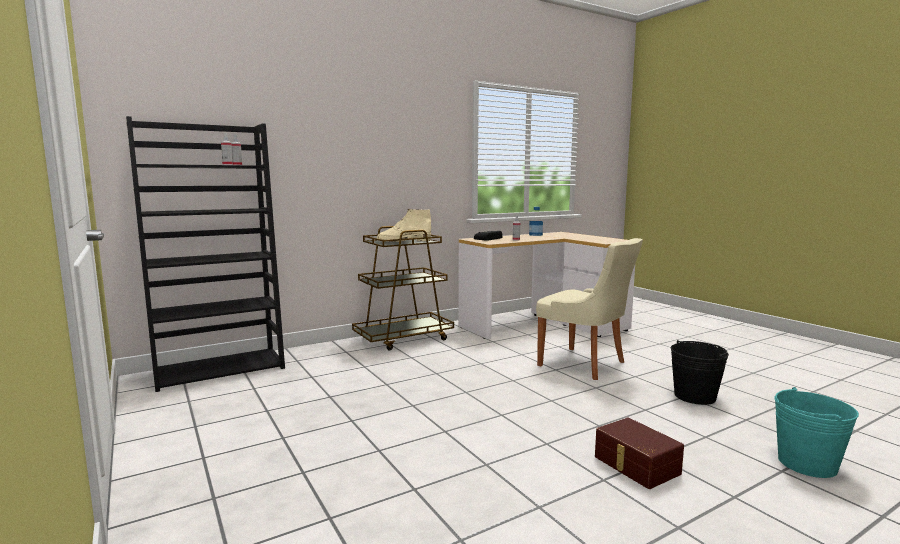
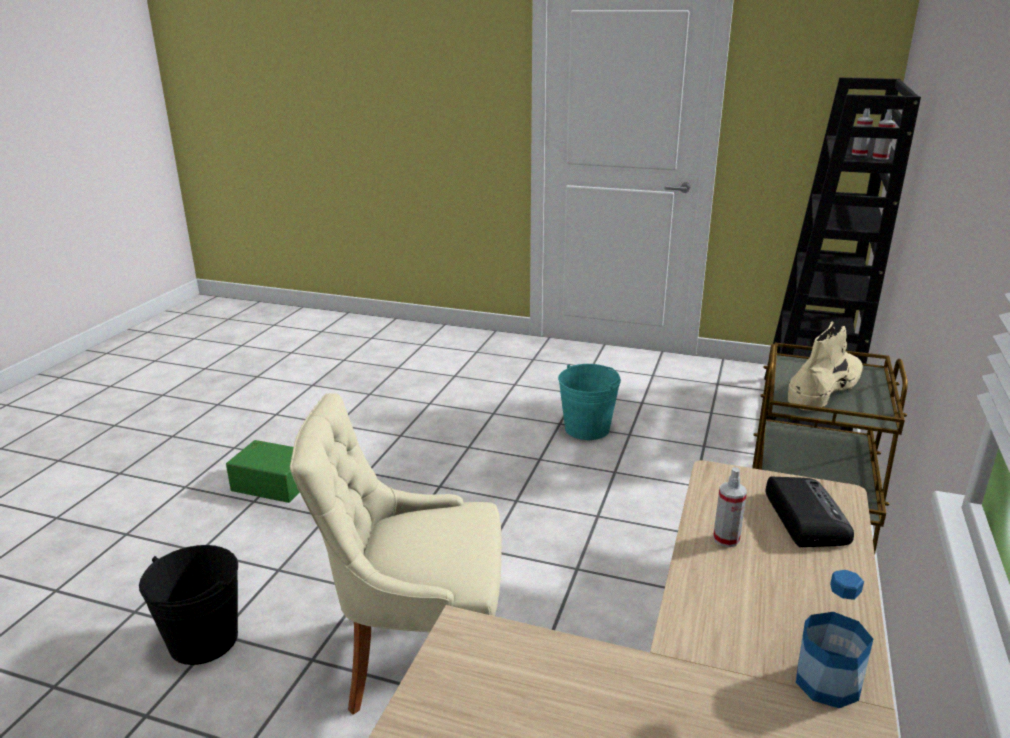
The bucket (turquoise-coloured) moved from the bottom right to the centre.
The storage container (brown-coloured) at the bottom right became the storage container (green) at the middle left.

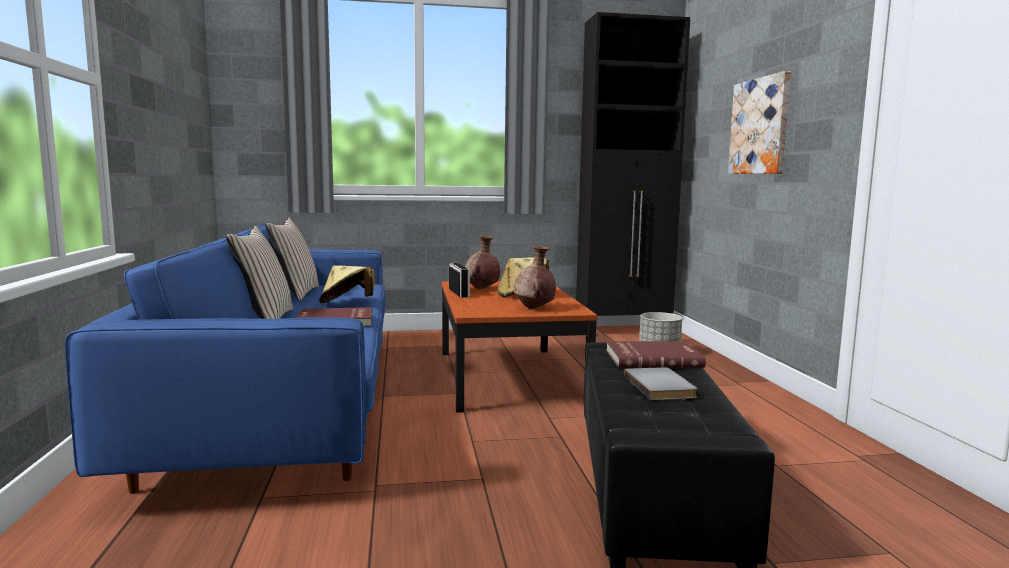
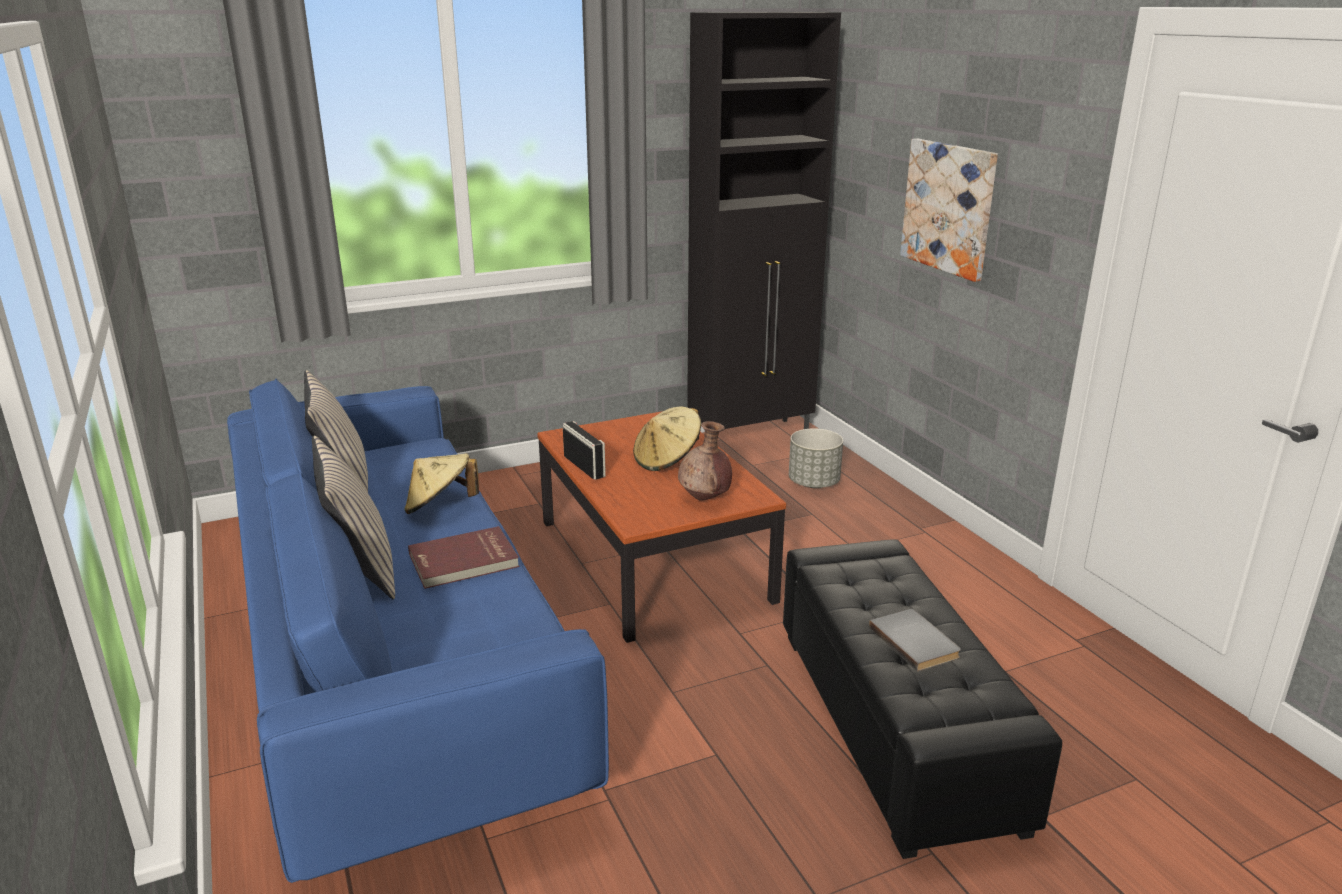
The flower vase (brown-coloured) (1st from left) at the centre disappeared.
The book (red) (2nd from left) at the centre disappeared.

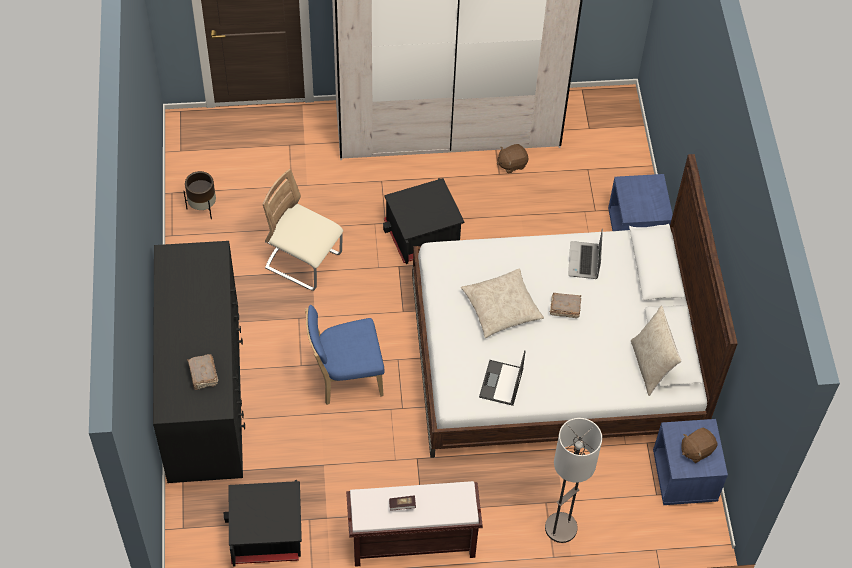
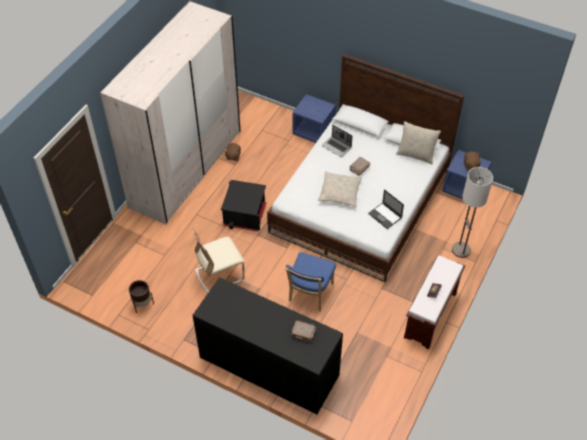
The storage container (black) (1st from left) at the bottom left disappeared.

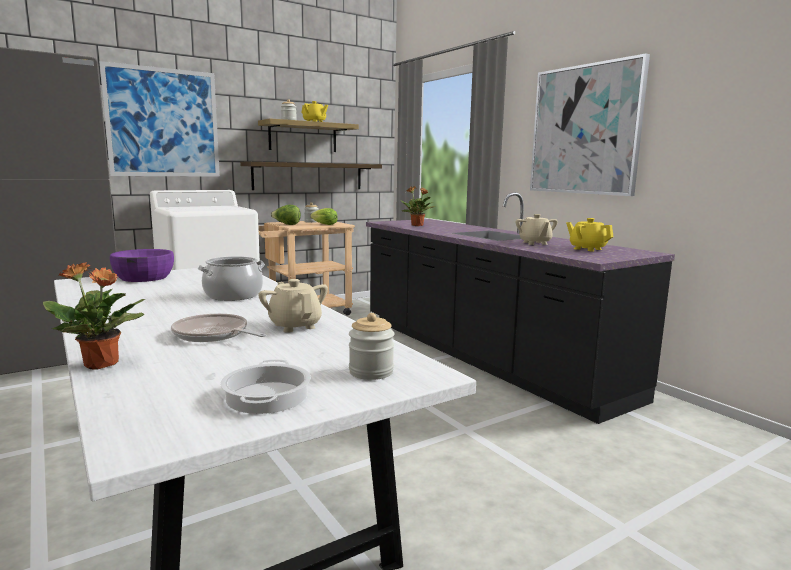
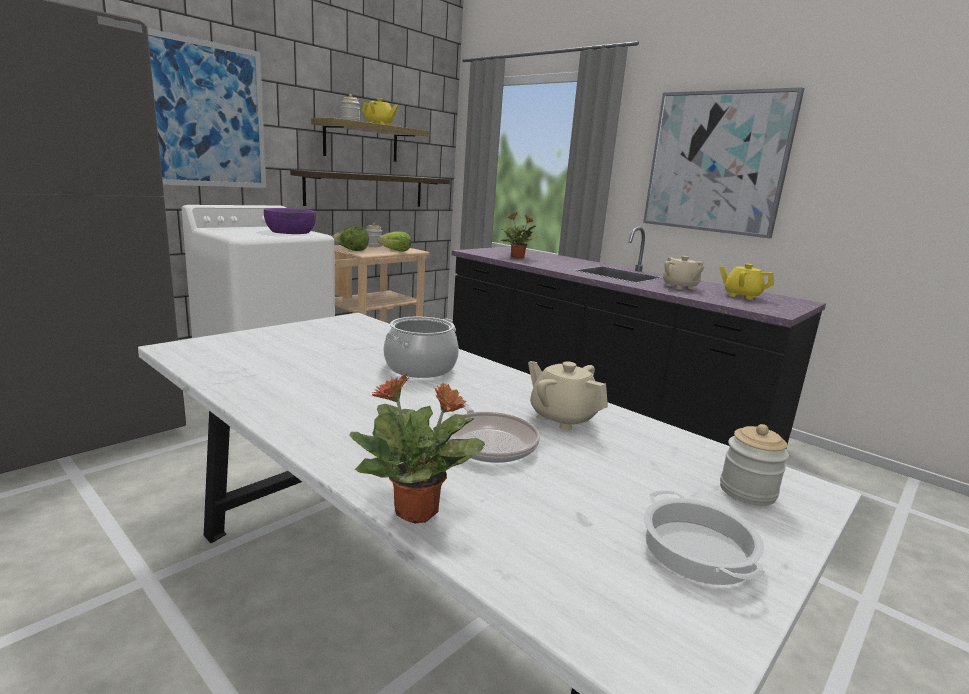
The deep dish (purple) moved from the middle left to the top left.
The pan at the middle left turned 135 degrees counterclockwise.

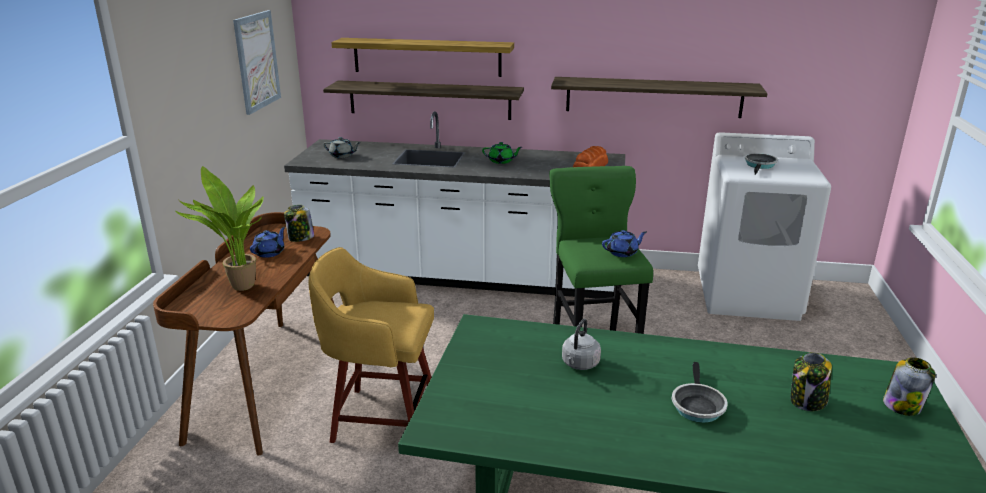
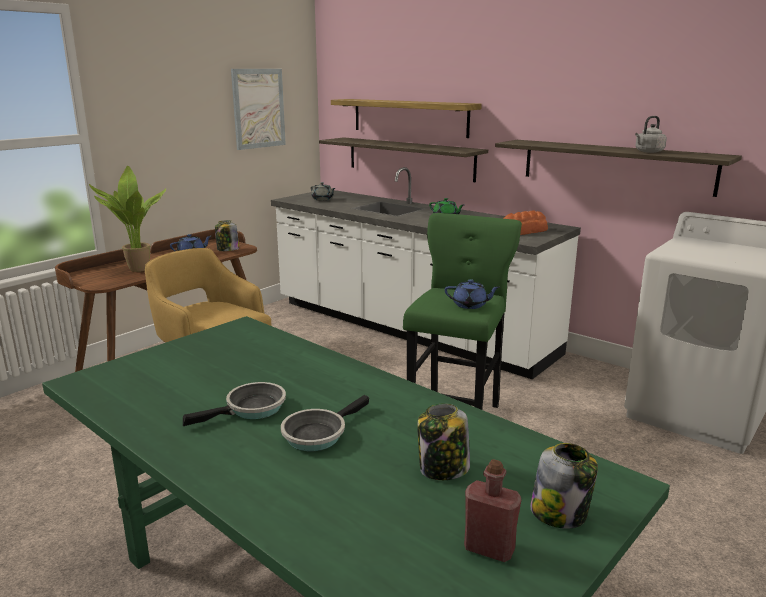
The beverage bottle (red) at the bottom centre appeared.
The kettle (gray) moved from the bottom centre to the top right.
The pan (2nd from left in the first image) moved from the top right to the bottom left.

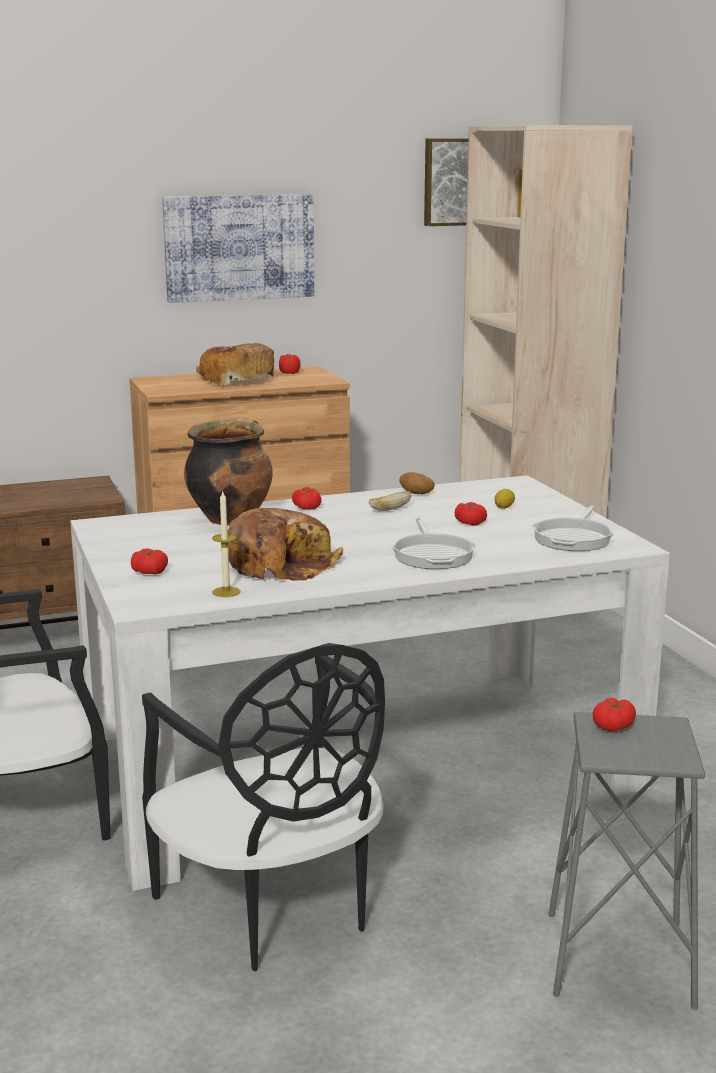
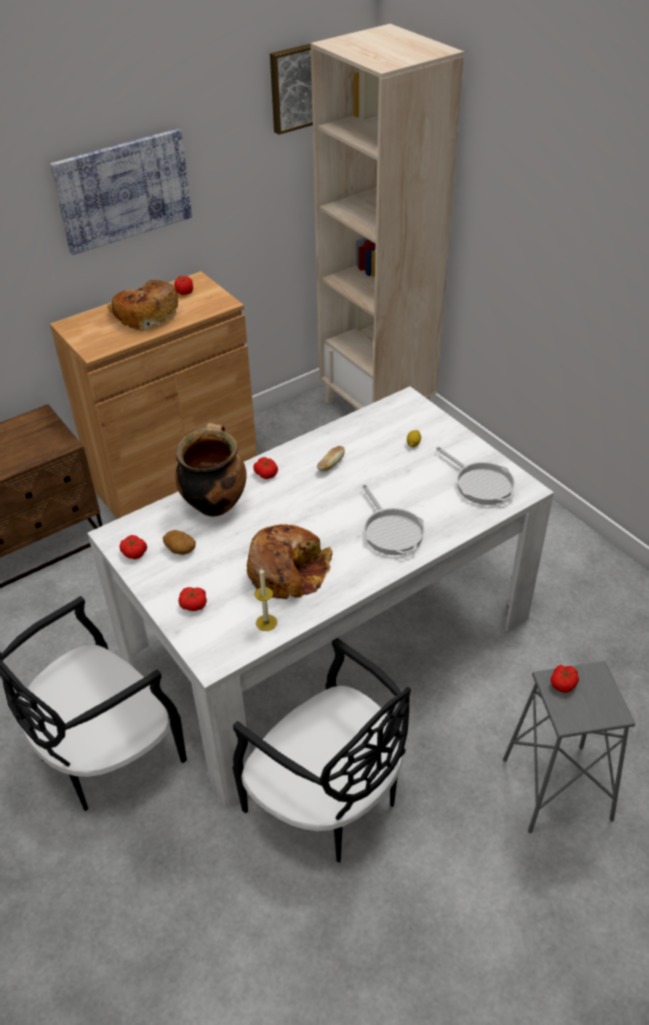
The whole potato moved from the centre to the middle left.
The tomato (4th from left in the first image) moved from the centre to the middle left.
The pan (2nd from left) at the middle right turned 45 degrees counterclockwise.

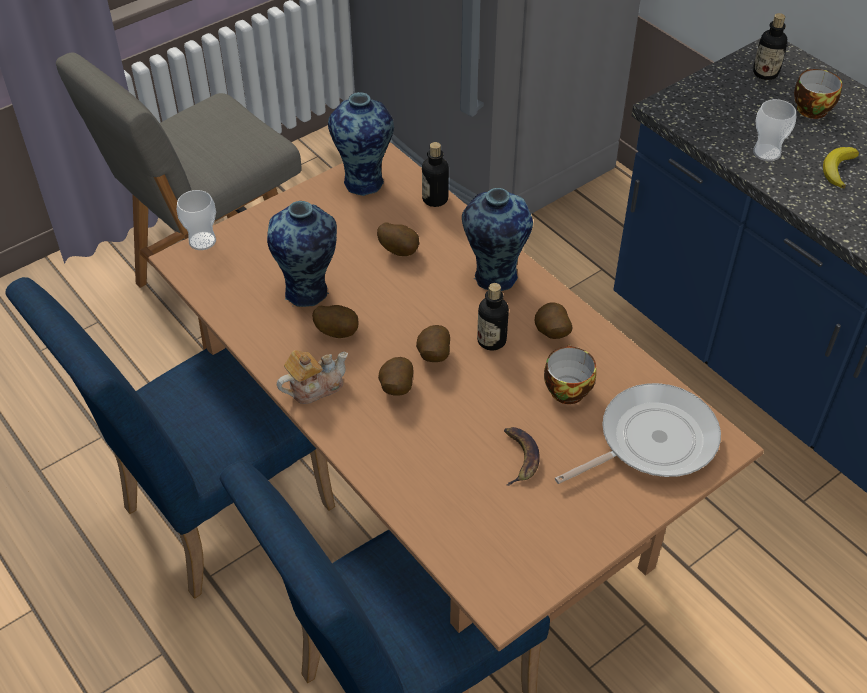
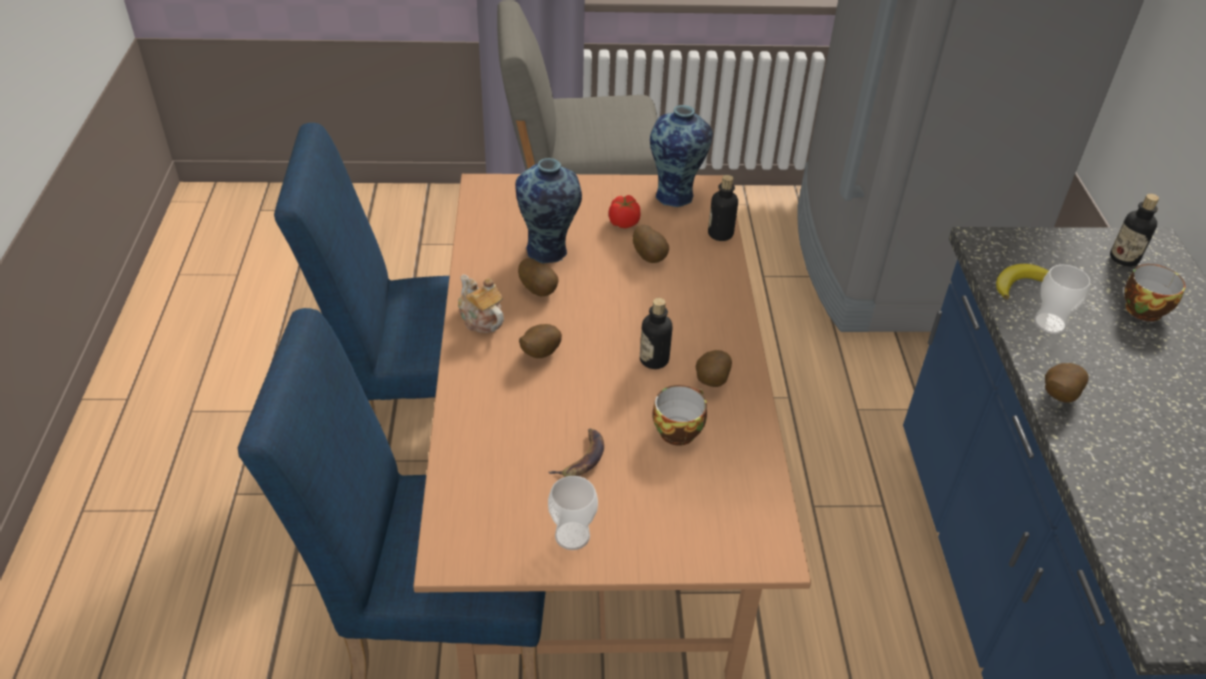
The flower vase (3rd from left) at the centre disappeared.
The pan at the middle right disappeared.
The tomato at the top centre appeared.
The cup (1st from left) moved from the top left to the bottom centre.
The whole potato (4th from left in the first image) moved from the centre to the middle right.
The banana fruit (2nd from left) moved from the top right to the middle right.
The teapot at the centre turned 135 degrees counterclockwise.

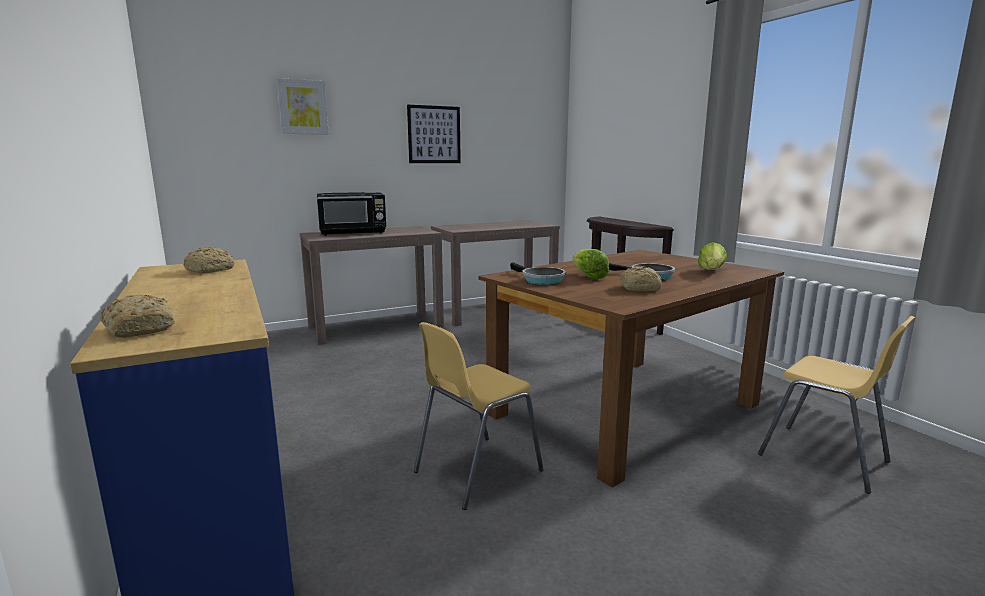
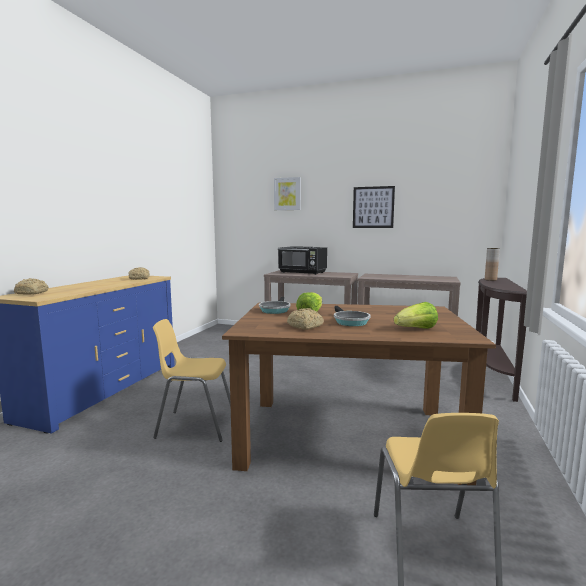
The flower vase (brown-coloured) at the middle right appeared.

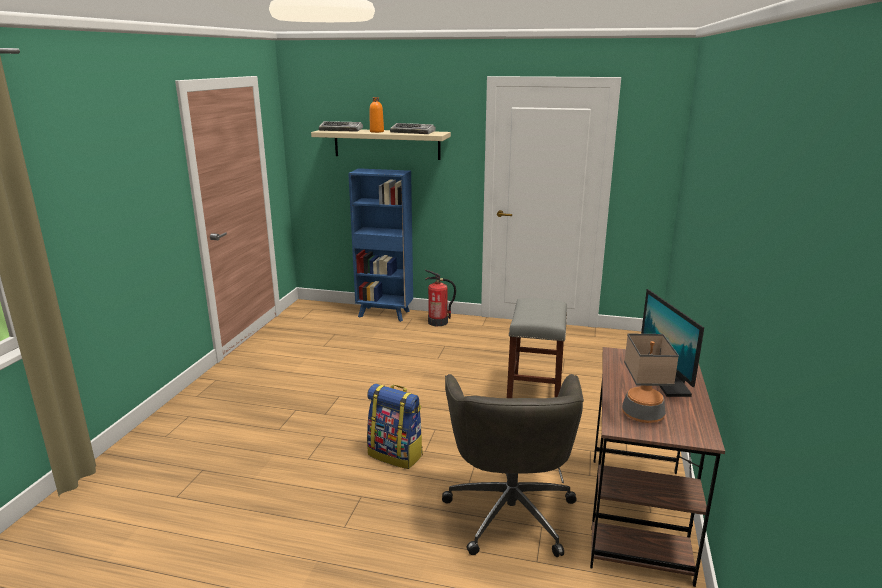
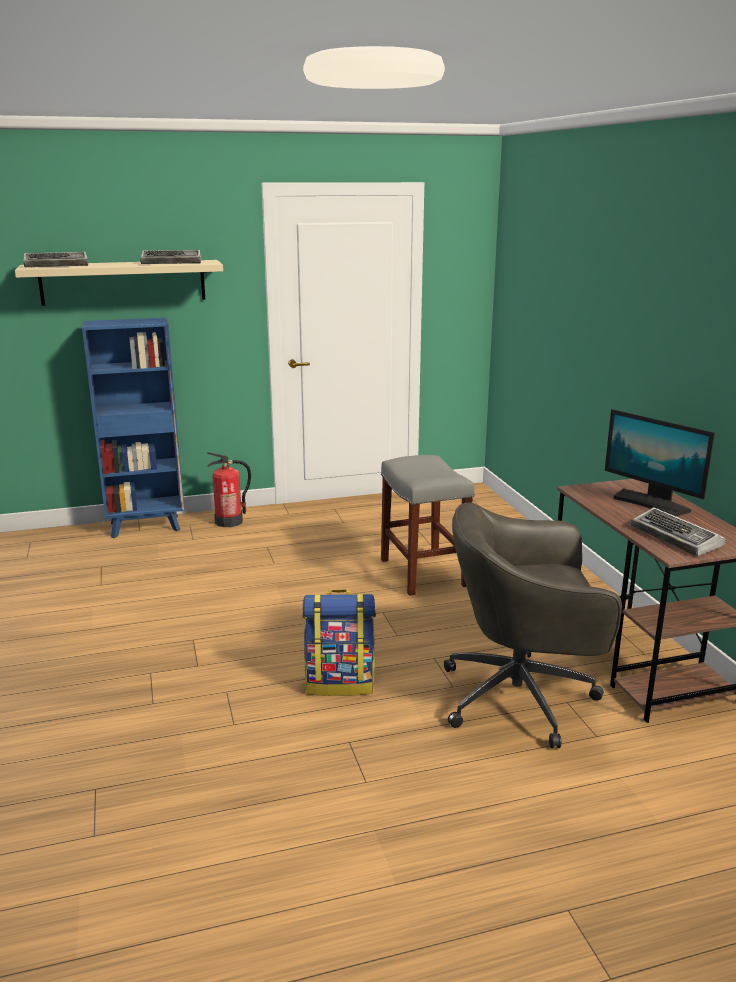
The beverage bottle (orange-coloured) at the top centre disappeared.
The table lamp at the middle right was replaced by the keyboard (3rd from left) at the middle right.
The desk chair (gray) at the bottom centre turned 120 degrees clockwise.

